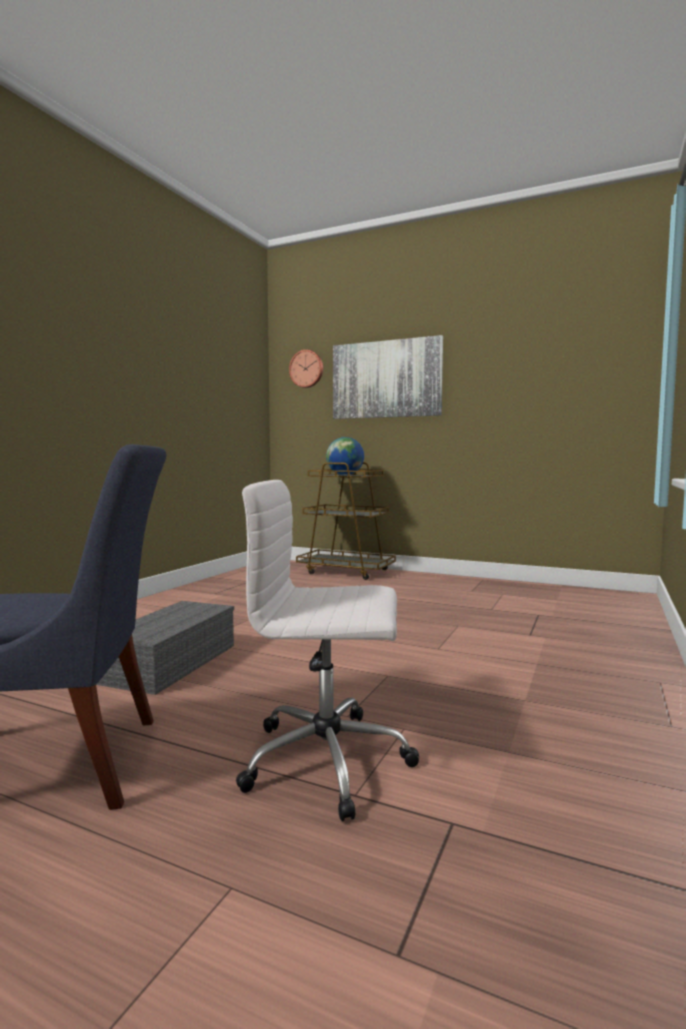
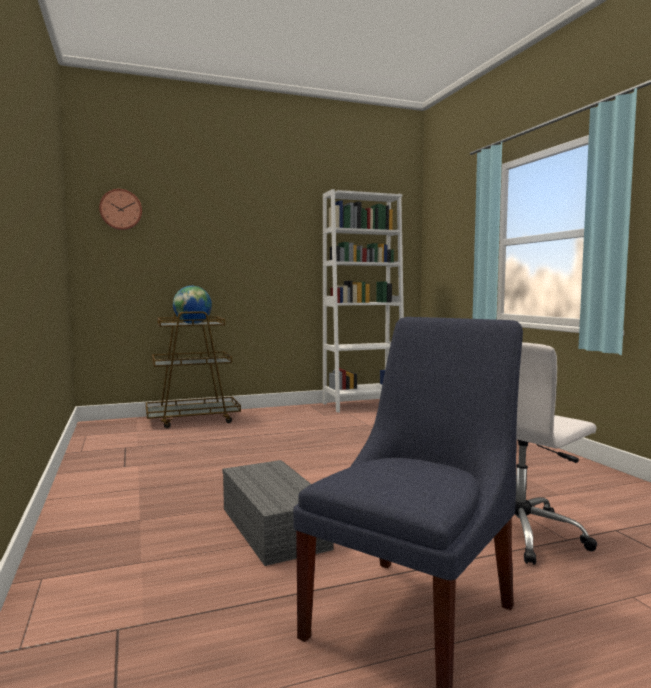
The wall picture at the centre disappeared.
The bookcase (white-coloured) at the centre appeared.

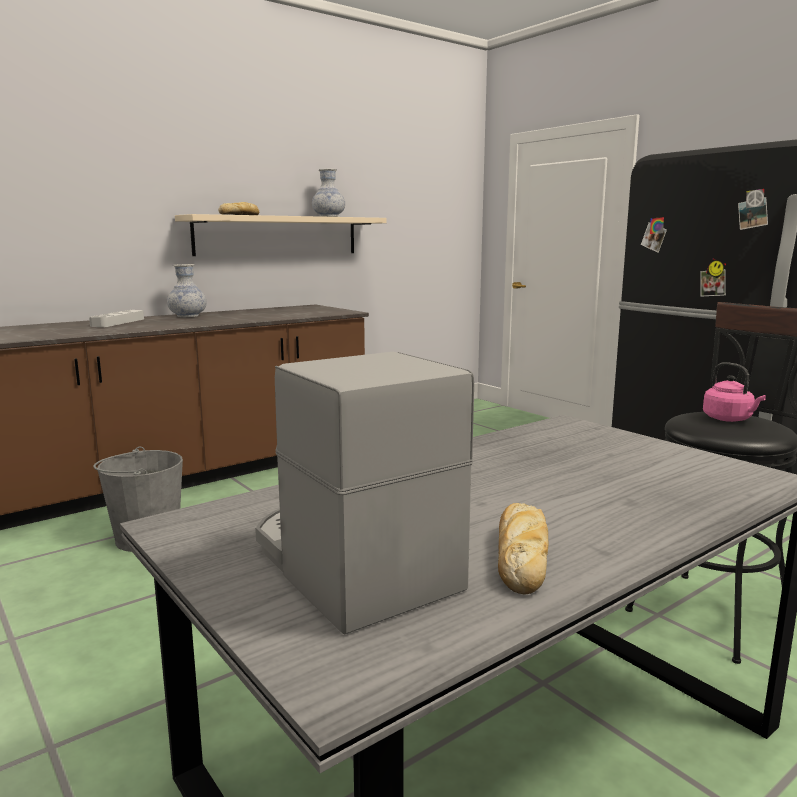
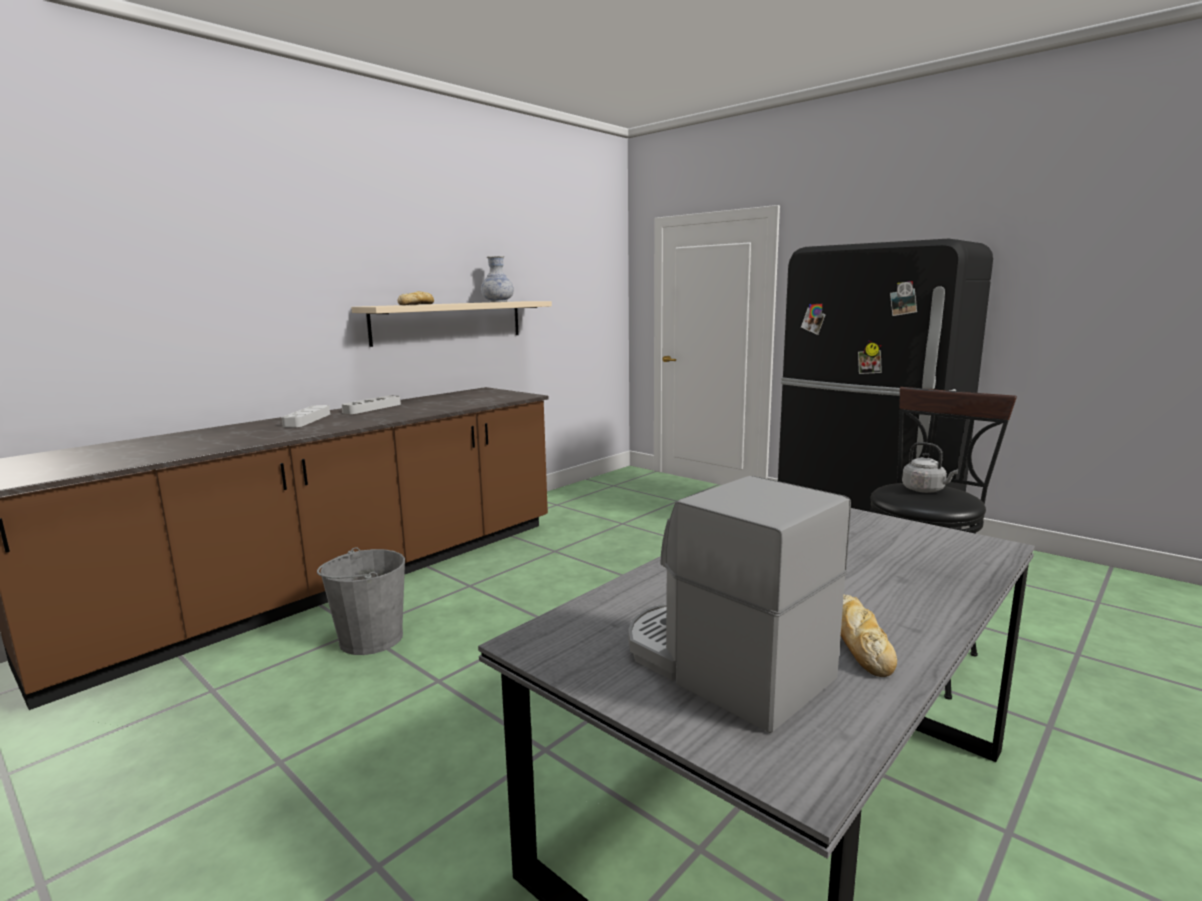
The flower vase (1st from left) at the middle left was replaced by the tray (gray) (2nd from left) at the middle left.
The kettle (pinkish) at the middle right became the kettle (gray) at the middle right.

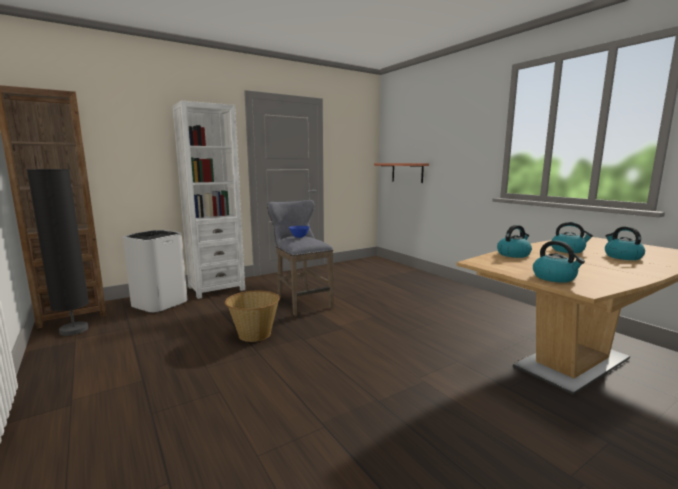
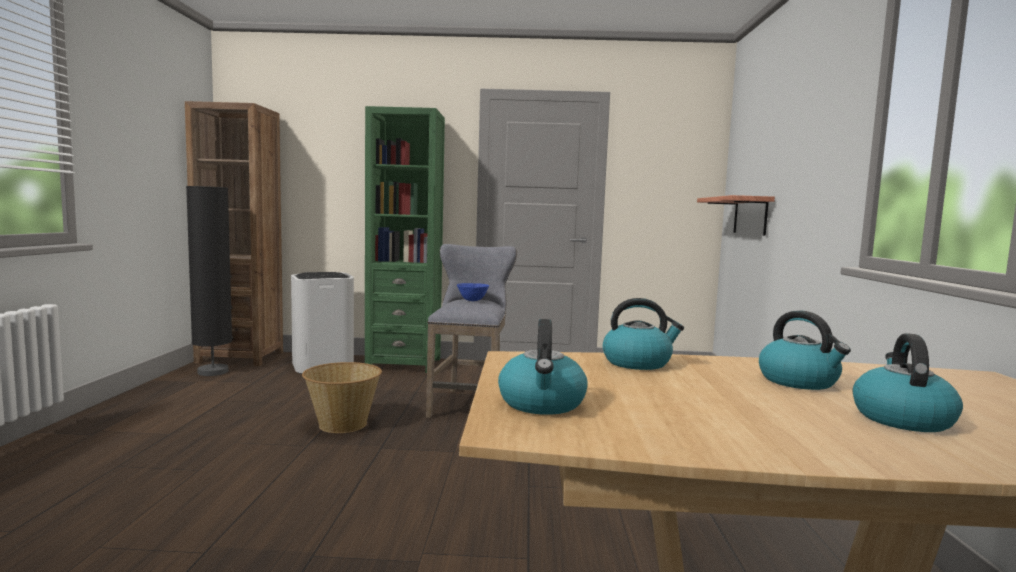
The bookcase (white-coloured) at the middle left became the bookcase (green) at the centre.

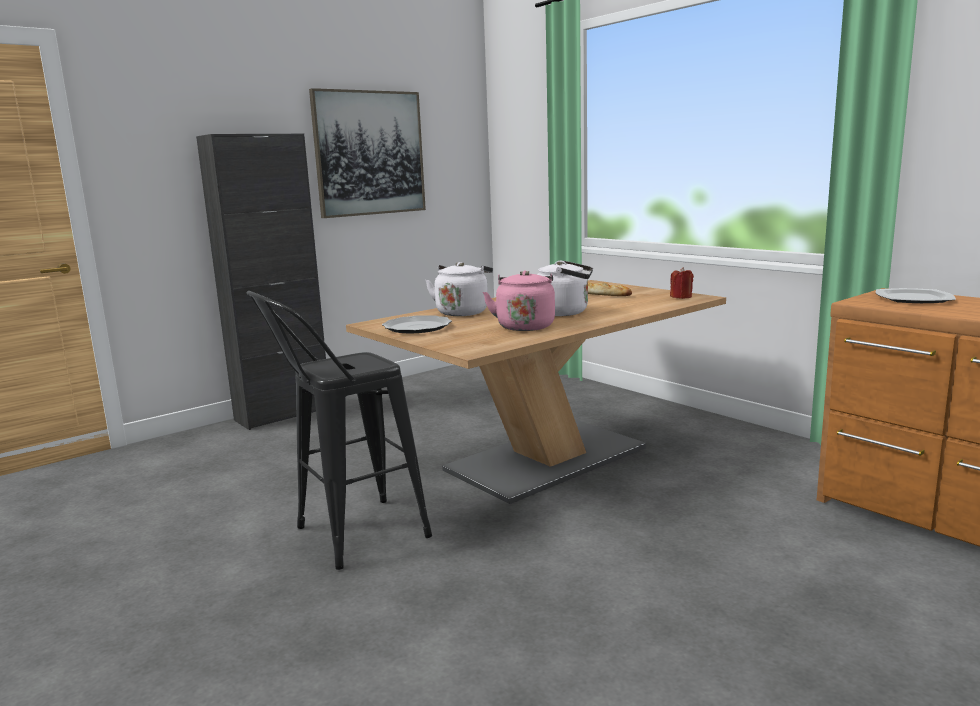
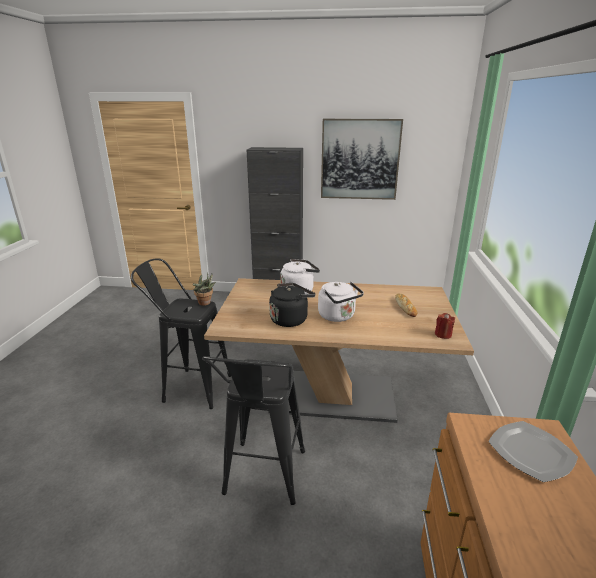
The flat dish (1st from left) at the centre disappeared.
The potted plant at the centre appeared.
The sitting stool (black) (2nd from left) at the bottom centre appeared.
The kettle (pinkish) at the centre became the kettle (black) at the centre.

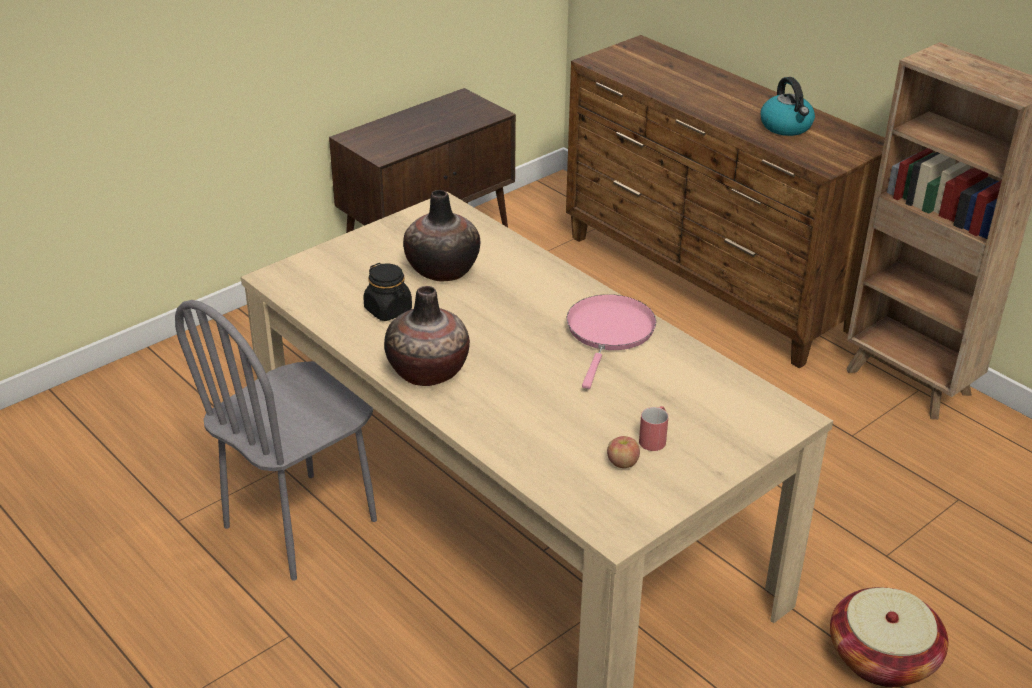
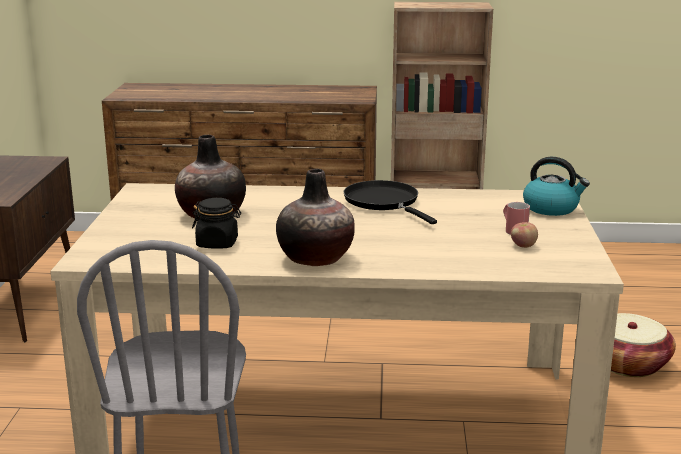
The kettle moved from the top right to the middle right.
The pan (pinkish) at the centre became the pan (black) at the centre.

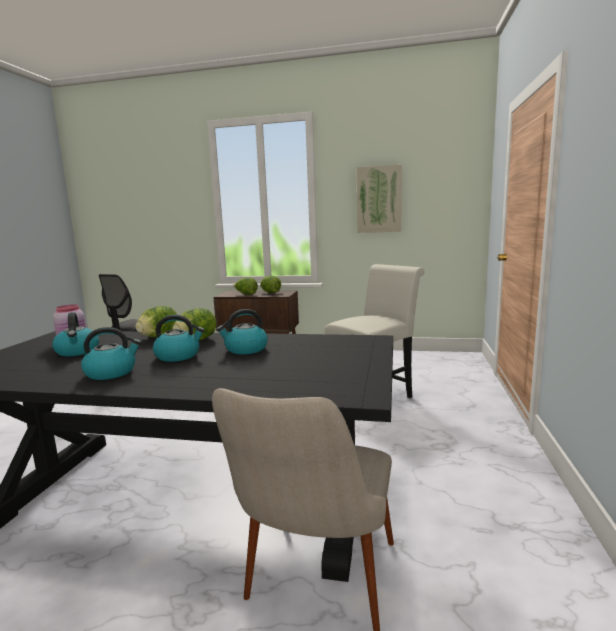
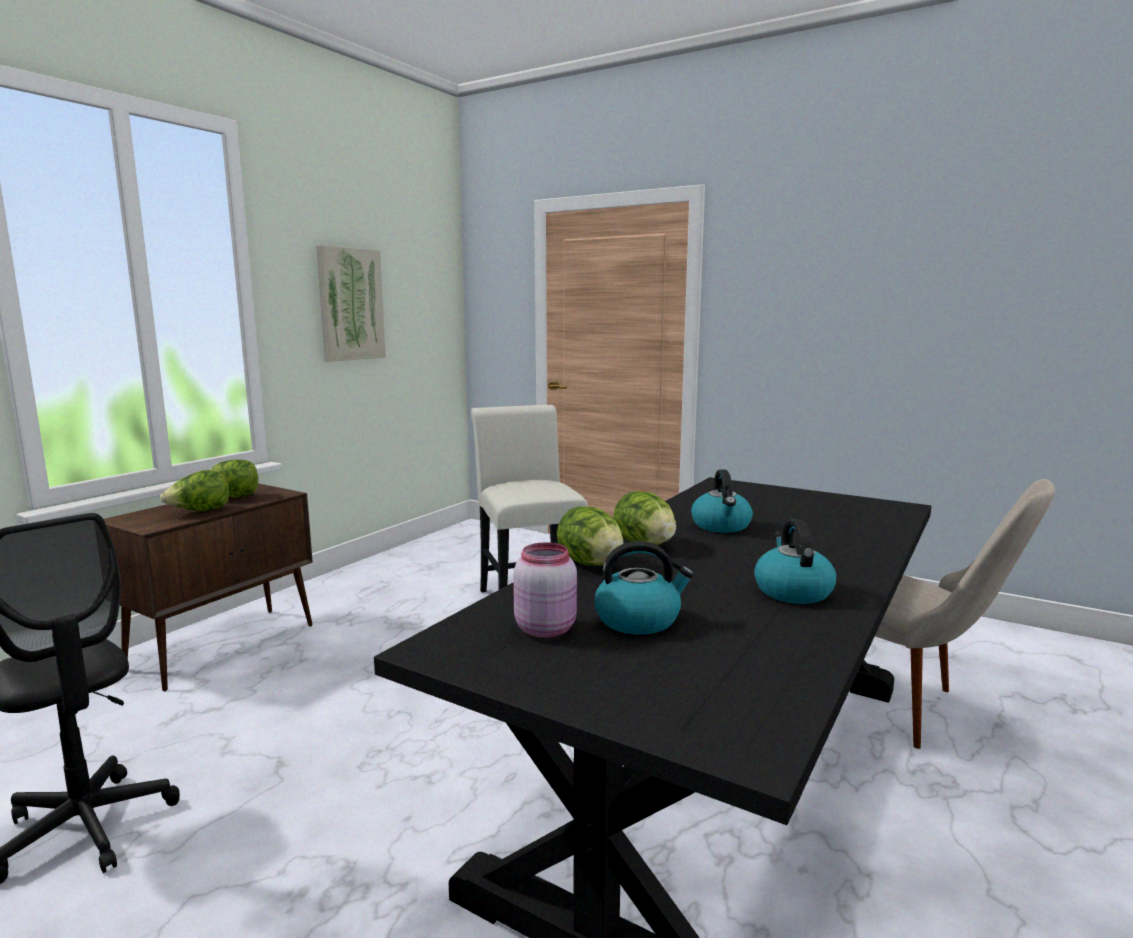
The kettle (3rd from left) at the middle left disappeared.

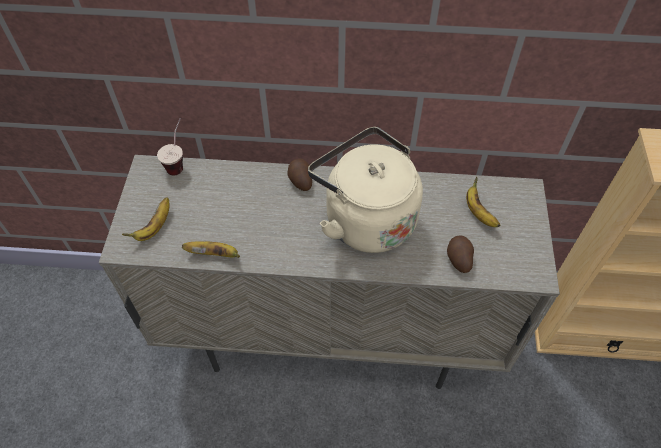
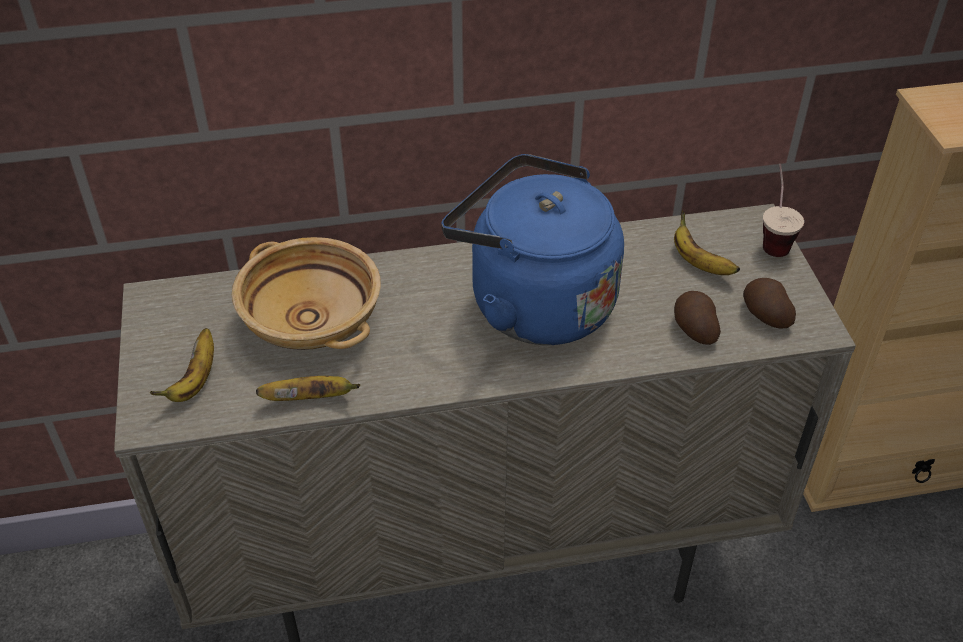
The deep dish (sand-coloured) at the middle left appeared.
The cup moved from the top left to the top right.
The whole potato (1st from left in the first image) moved from the centre to the middle right.
The kettle (sand-coloured) at the centre became the kettle (blue) at the centre.

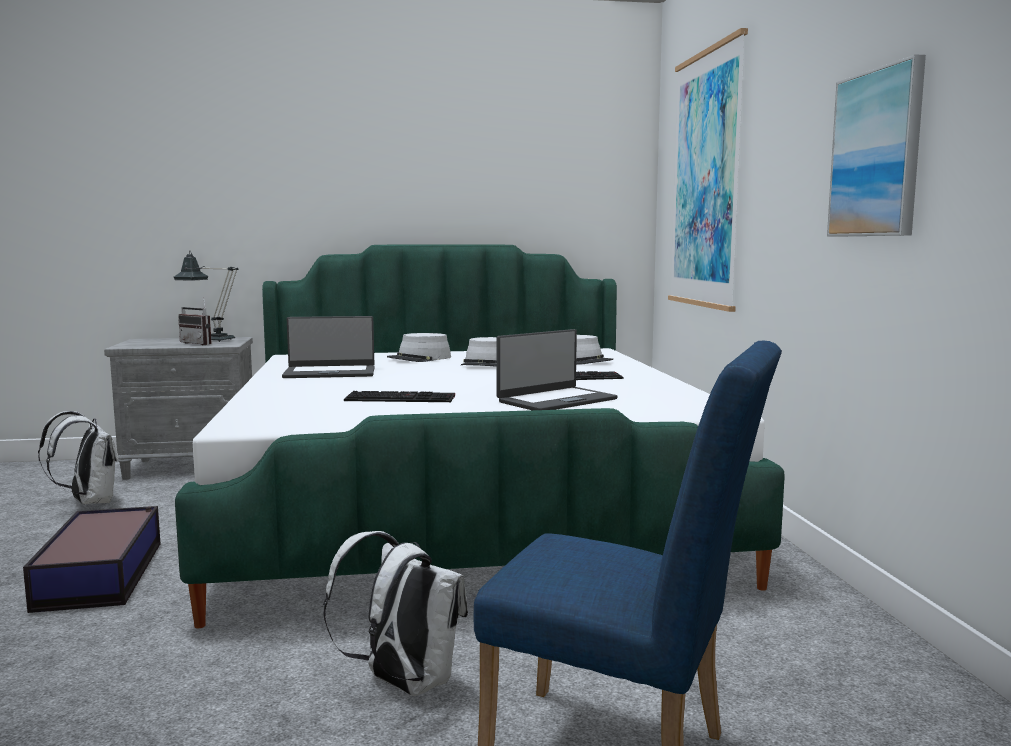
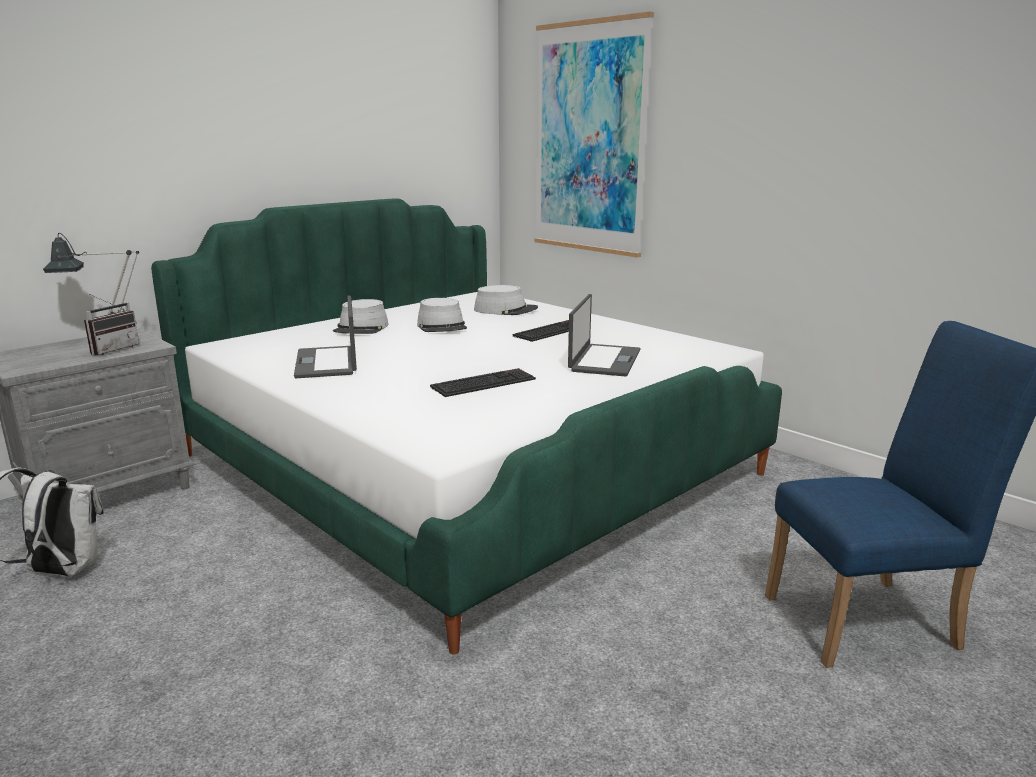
The storage container at the bottom left disappeared.
The knapsack (white-coloured) (2nd from left) at the bottom centre disappeared.
The wall picture (2nd from left) at the top right disappeared.
The radio at the middle left turned 60 degrees counterclockwise.
The laptop (1st from left) at the middle left turned 120 degrees clockwise.

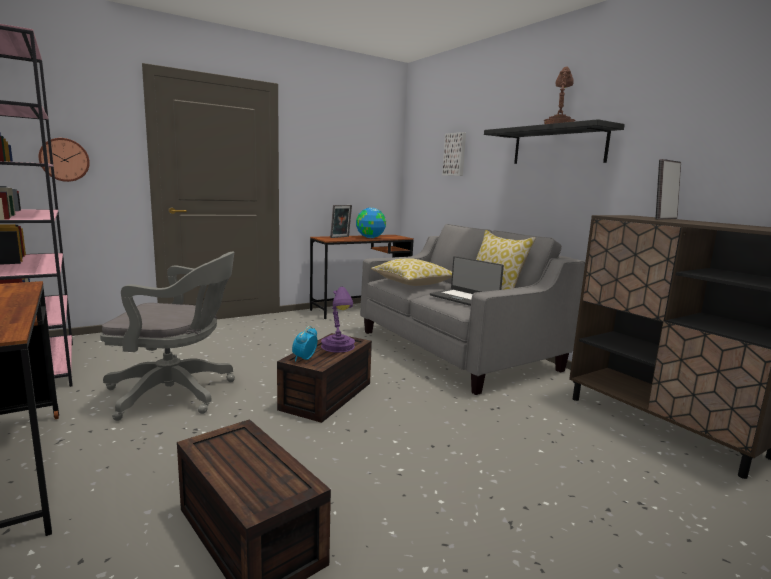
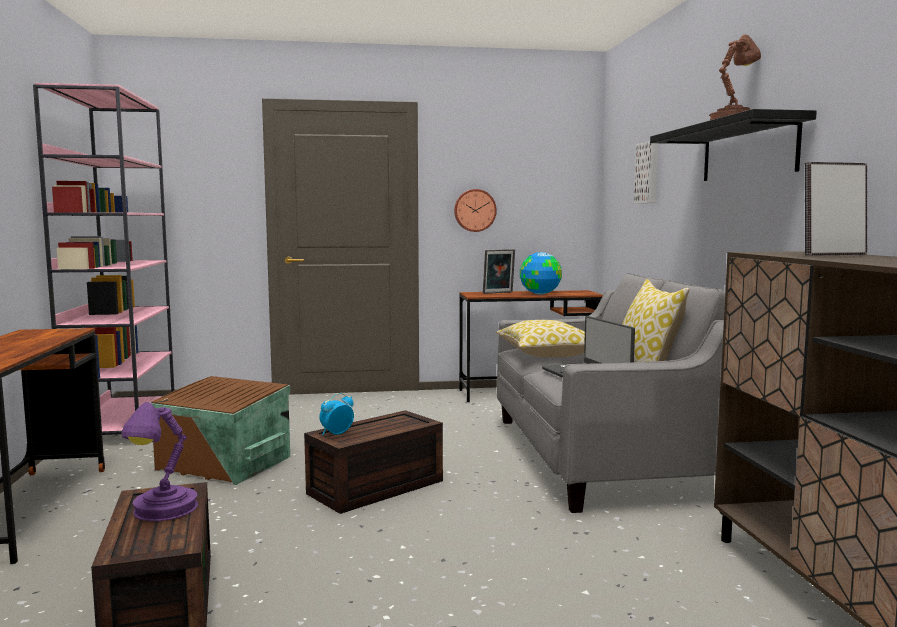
The hanging clock moved from the top left to the centre.
The table lamp (purple) moved from the centre to the bottom left.
The desk chair (gray) at the middle left was replaced by the storage container (brown-coloured) (2nd from left) at the bottom left.

